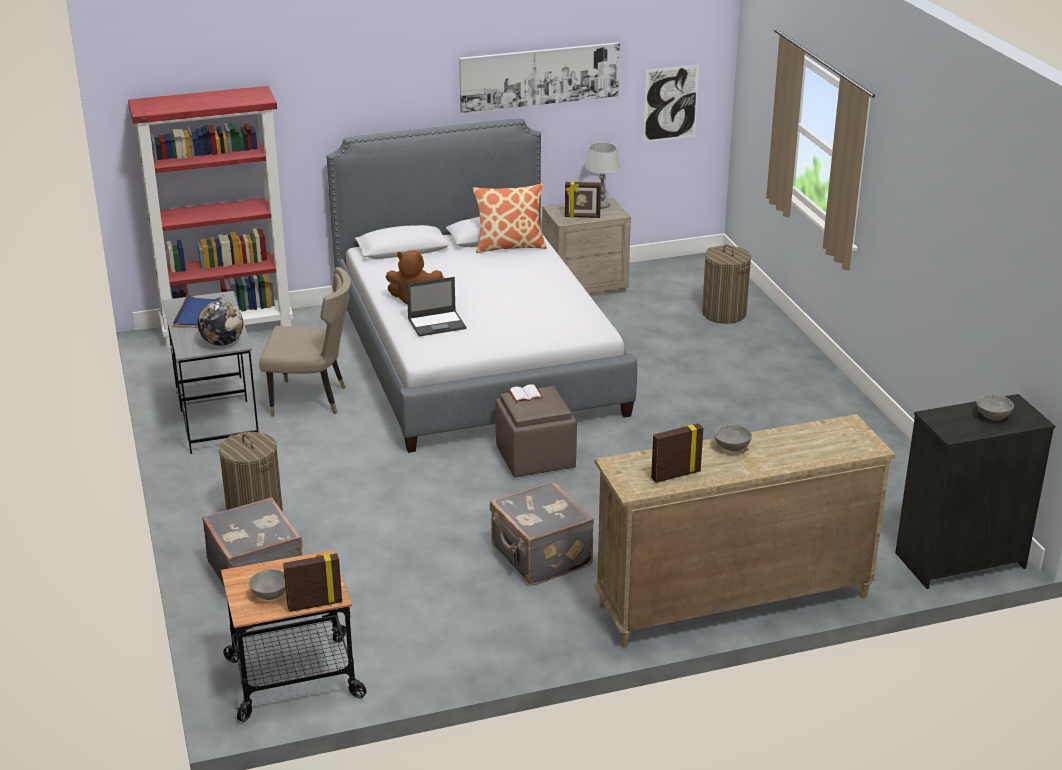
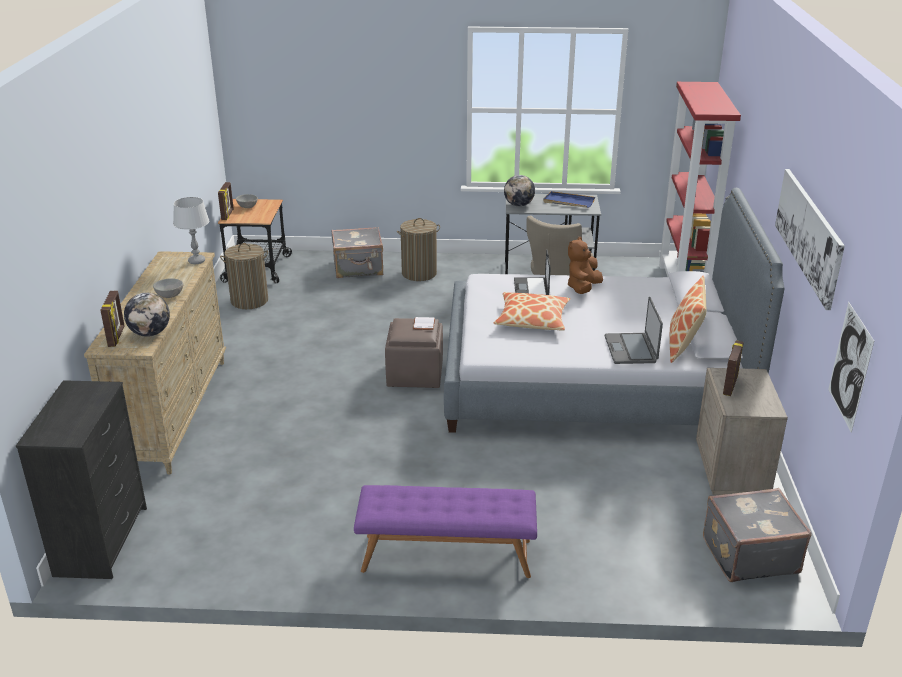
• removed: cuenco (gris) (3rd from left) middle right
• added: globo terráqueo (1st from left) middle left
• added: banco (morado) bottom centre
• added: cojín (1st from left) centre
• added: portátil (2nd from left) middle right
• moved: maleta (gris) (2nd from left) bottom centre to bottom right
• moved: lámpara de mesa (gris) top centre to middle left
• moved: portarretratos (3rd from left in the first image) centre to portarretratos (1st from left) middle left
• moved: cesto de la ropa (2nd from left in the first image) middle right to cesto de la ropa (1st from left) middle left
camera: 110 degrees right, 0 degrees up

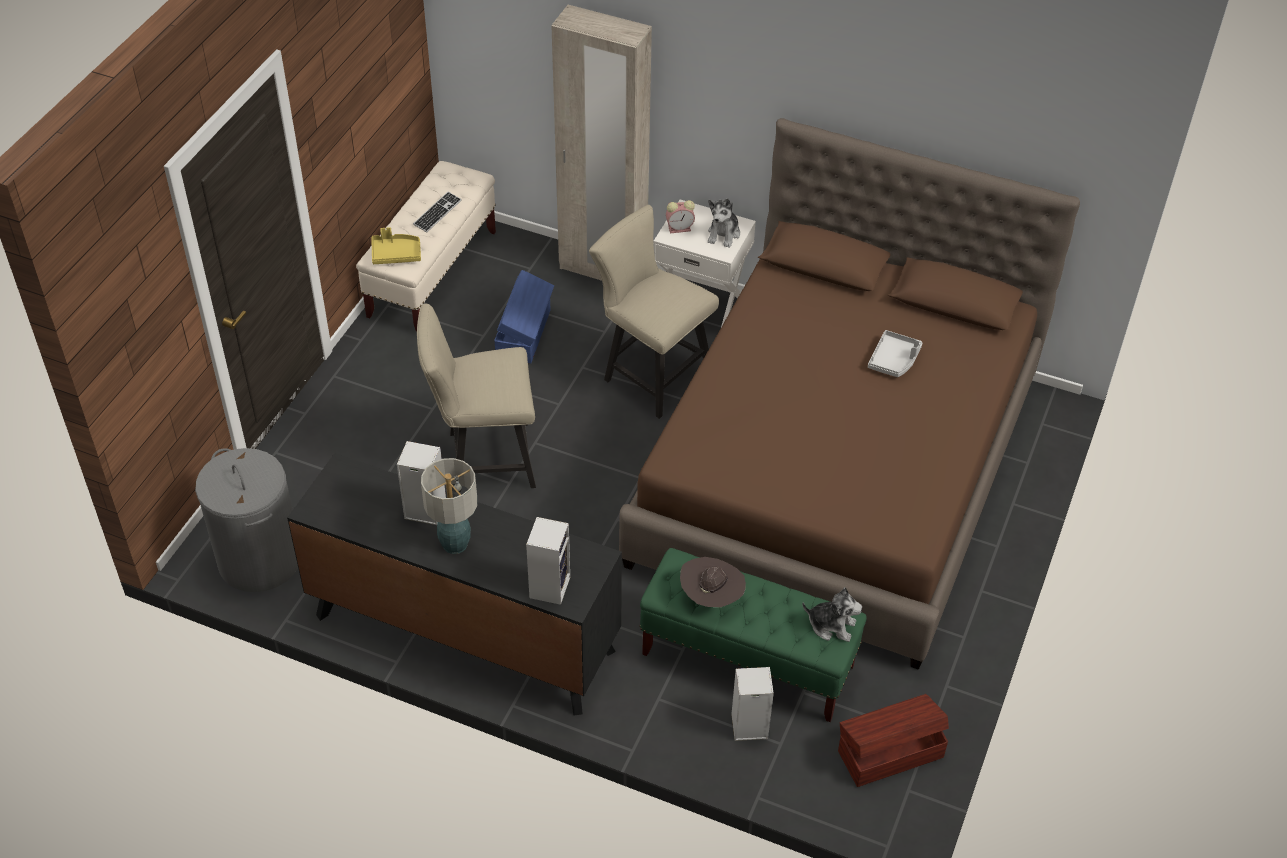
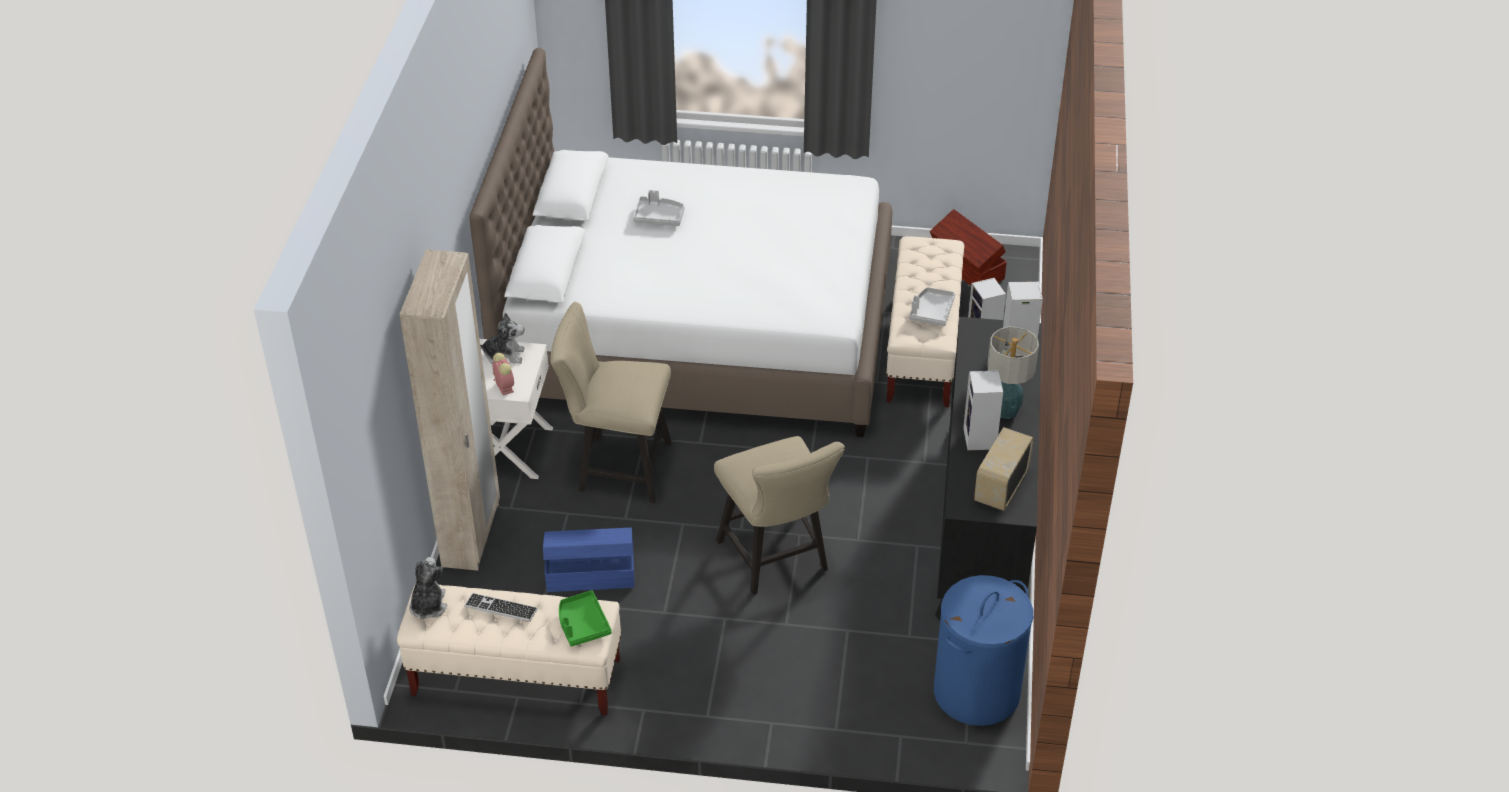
• added: radio centre
• moved: peluche (2nd from left in the first image) bottom centre to peluche (1st from left) bottom left
• replaced: sombrero (marrón) bottom centre to bandeja (gris) (2nd from left) centre
• recoloured: cesto de la ropa (gris) middle left to cesto de la ropa (azul) bottom centre
• recoloured: bandeja (amarillo) top left to bandeja (verde) bottom centre
• recoloured: cama (marrón) centre to cama (blanco) top centre
• recoloured: banco (verde) bottom centre to banco (beis) (2nd from left) centre
• turned: silla (beis) (2nd from left in the first image) centre = centre 75 degrees clockwise
camera: 105 degrees left, 5 degrees down

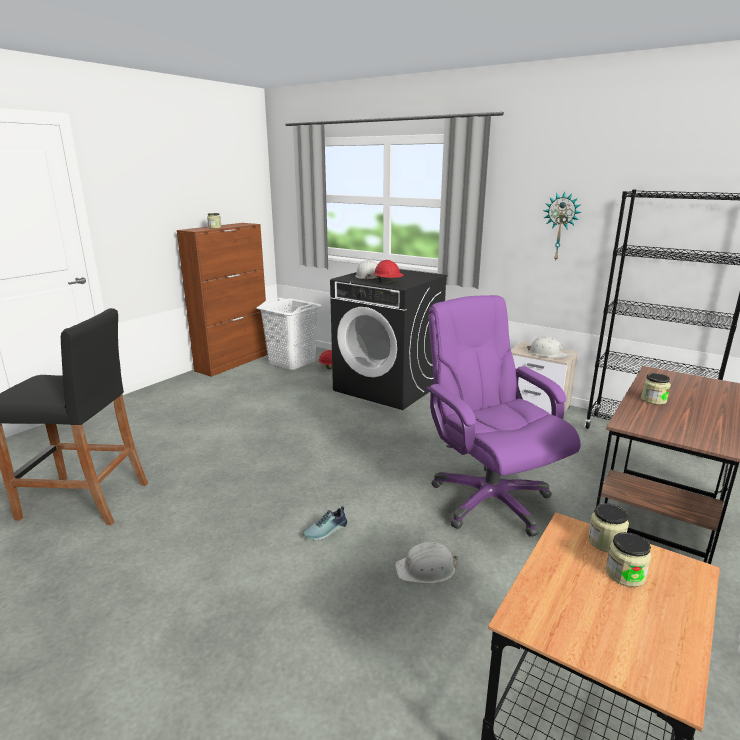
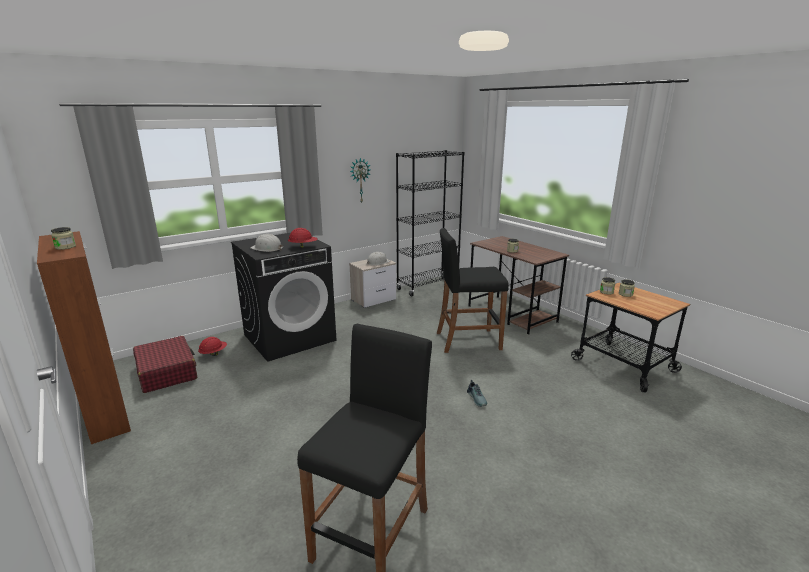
• removed: casco (blanco) (2nd from left) bottom centre
• replaced: cesto de la ropa (blanco) centre to maleta (rojo) middle left
• replaced: silla de oficina (morado) middle right to taburete (negro) (2nd from left) centre
camera: 70 degrees left, 0 degrees up

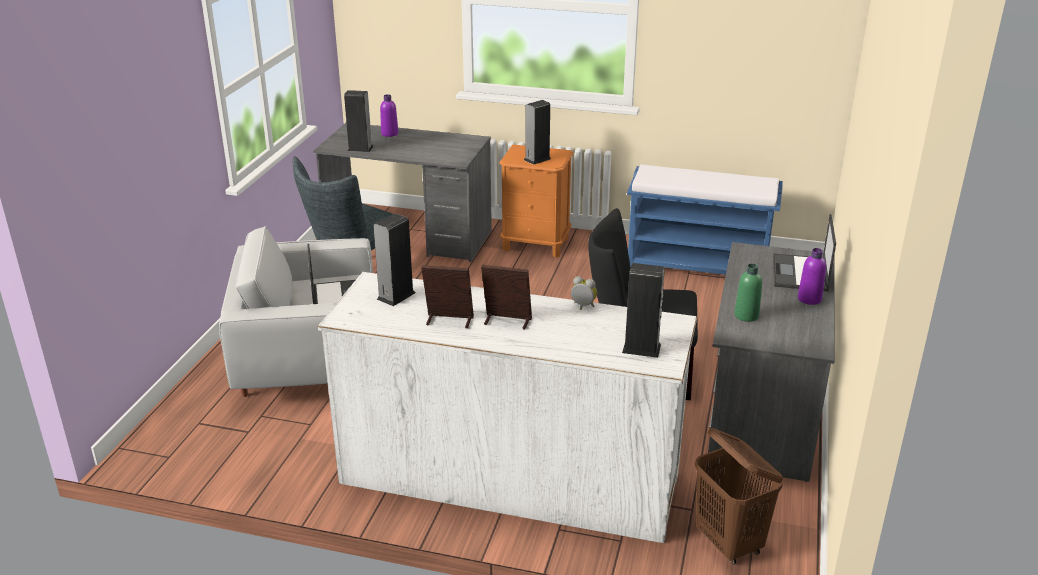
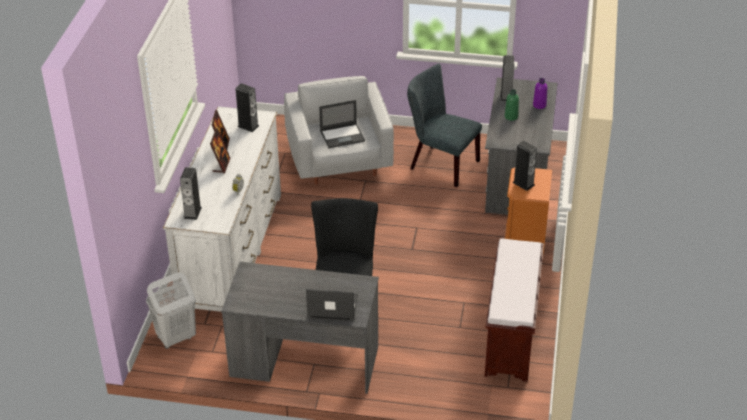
• removed: botella (morado) (2nd from left) middle right
• moved: botella (verde) middle right to top right
• recoloured: banco (azul) middle right to banco (marrón) bottom right
• recoloured: cesto de la ropa (marrón) bottom right to cesto de la ropa (blanco) bottom left
camera: 85 degrees right, 10 degrees up

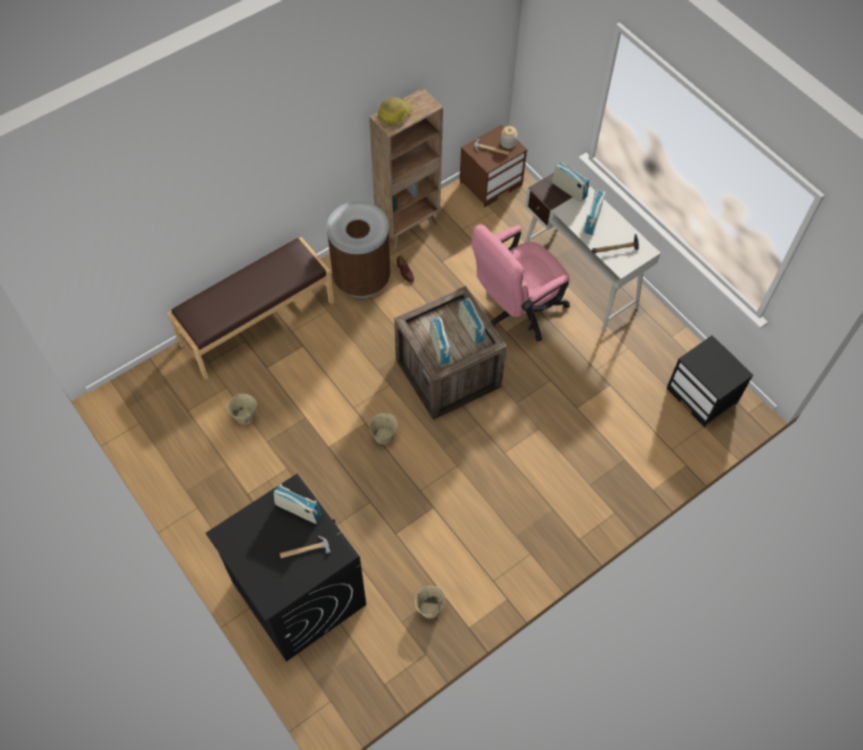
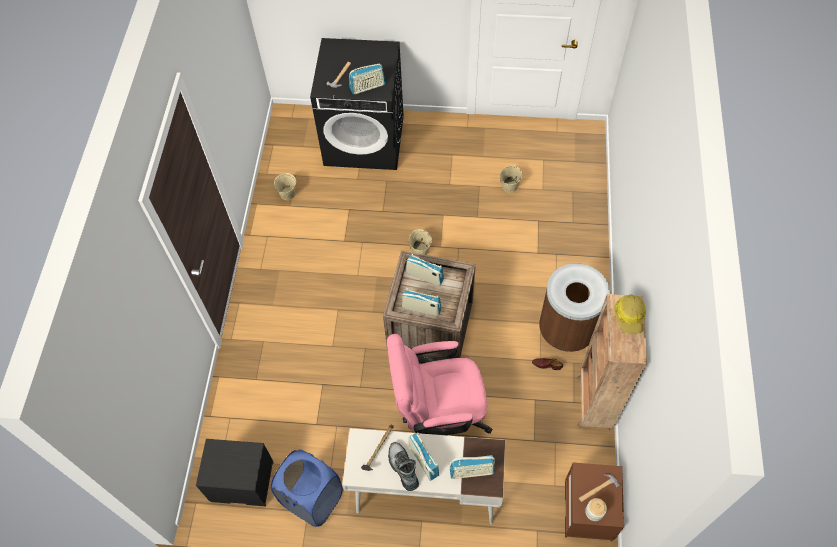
• removed: banco (marrón) middle left
• added: cesto de la ropa (azul) bottom centre
• added: bota bottom centre
• turned: silla de oficina (rosa) centre = bottom centre 105 degrees counterclockwise
camera: 135 degrees right, 0 degrees up

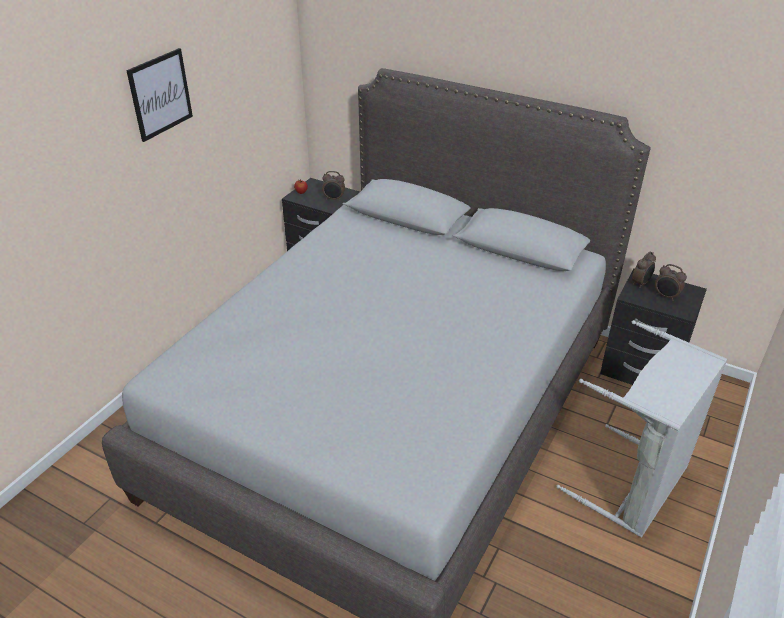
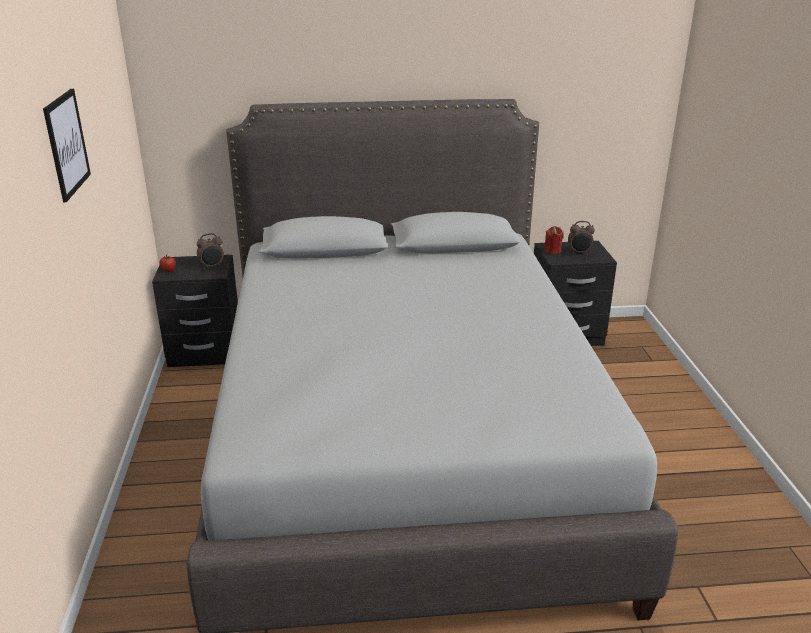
• removed: cesto de la ropa (gris) bottom right
• replaced: despertador (2nd from left) middle right to vela (rojo) middle right
camera: 35 degrees left, 10 degrees down

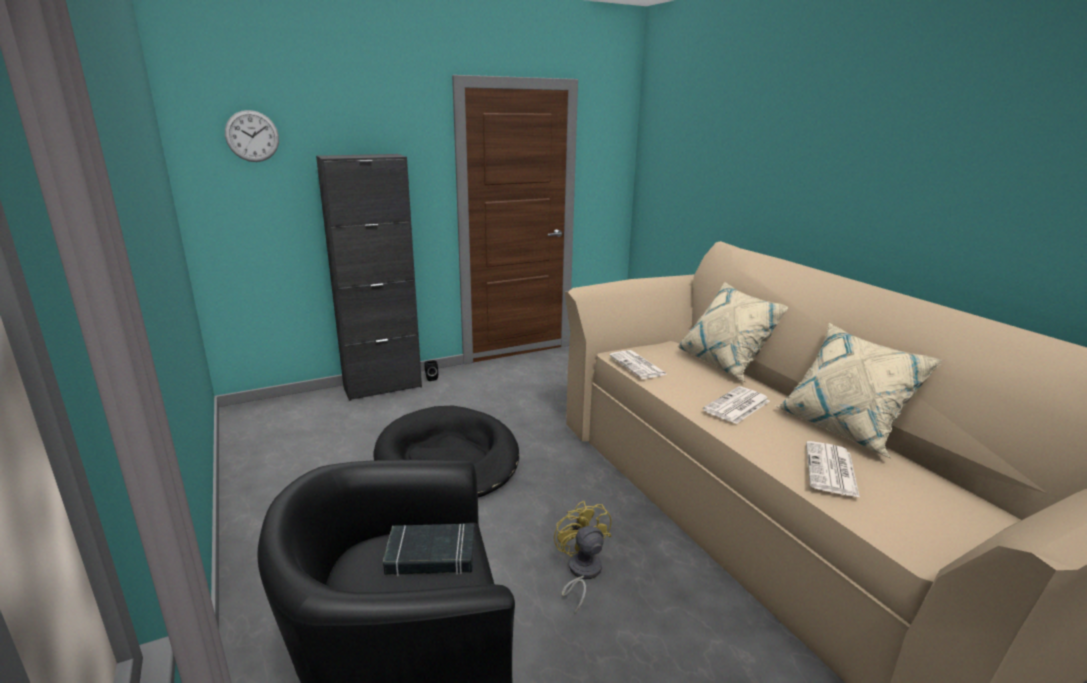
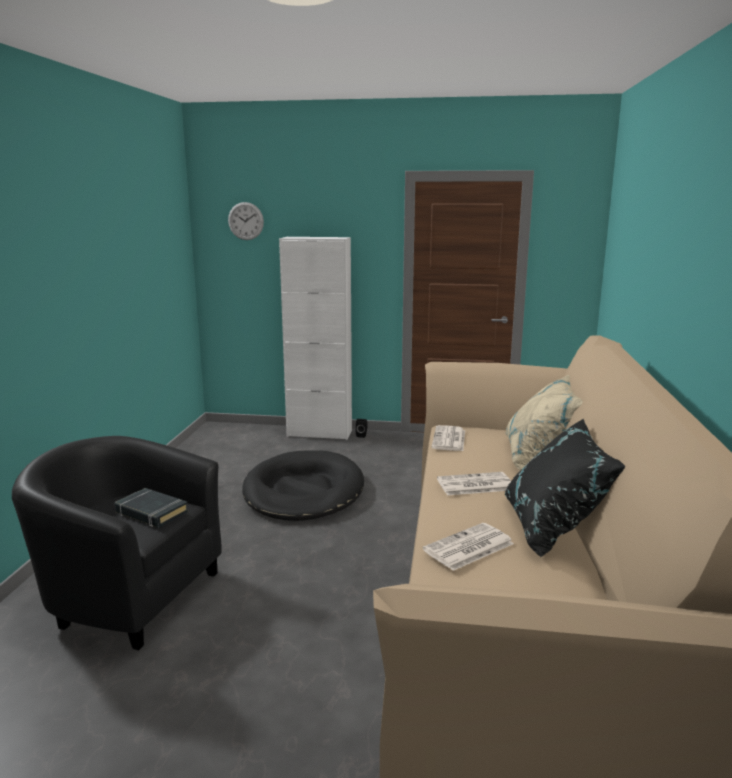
• removed: ventilador (amarillo) bottom centre
• recoloured: armario (negro) centre to armario (blanco) centre
• recoloured: cojín (beis) (2nd from left) middle right to cojín (negro) middle right
camera: 35 degrees right, 5 degrees down

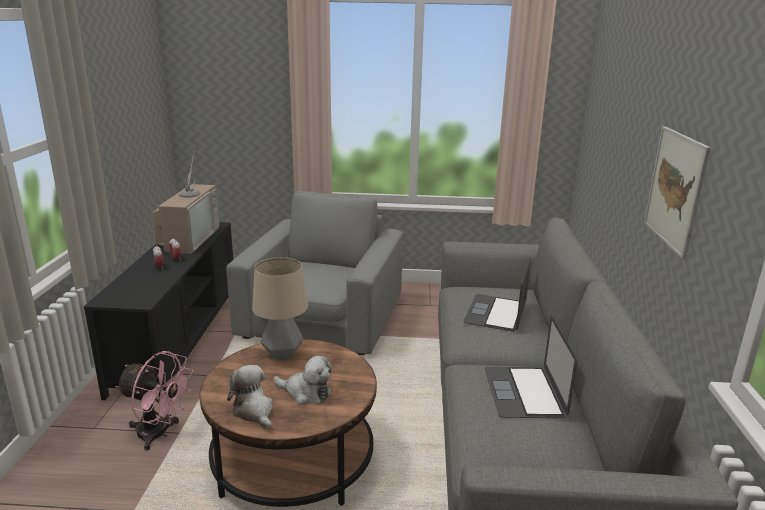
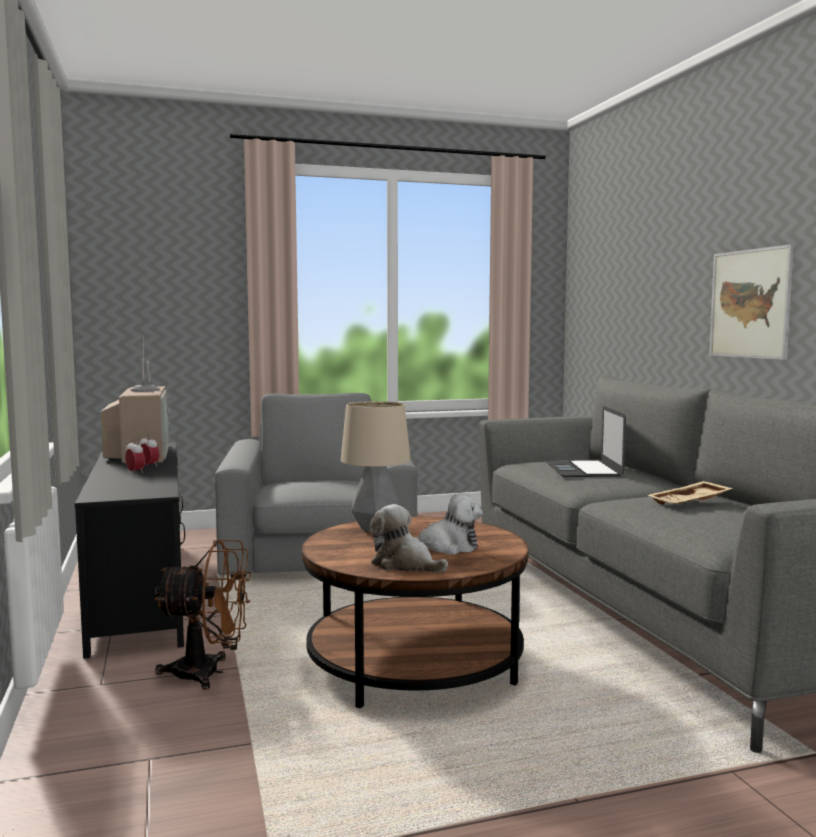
• replaced: portátil (2nd from left) bottom right to bandeja (beis) middle right
• recoloured: ventilador (rosa) bottom left to ventilador (marrón) bottom left
camera: 20 degrees left, 15 degrees down

